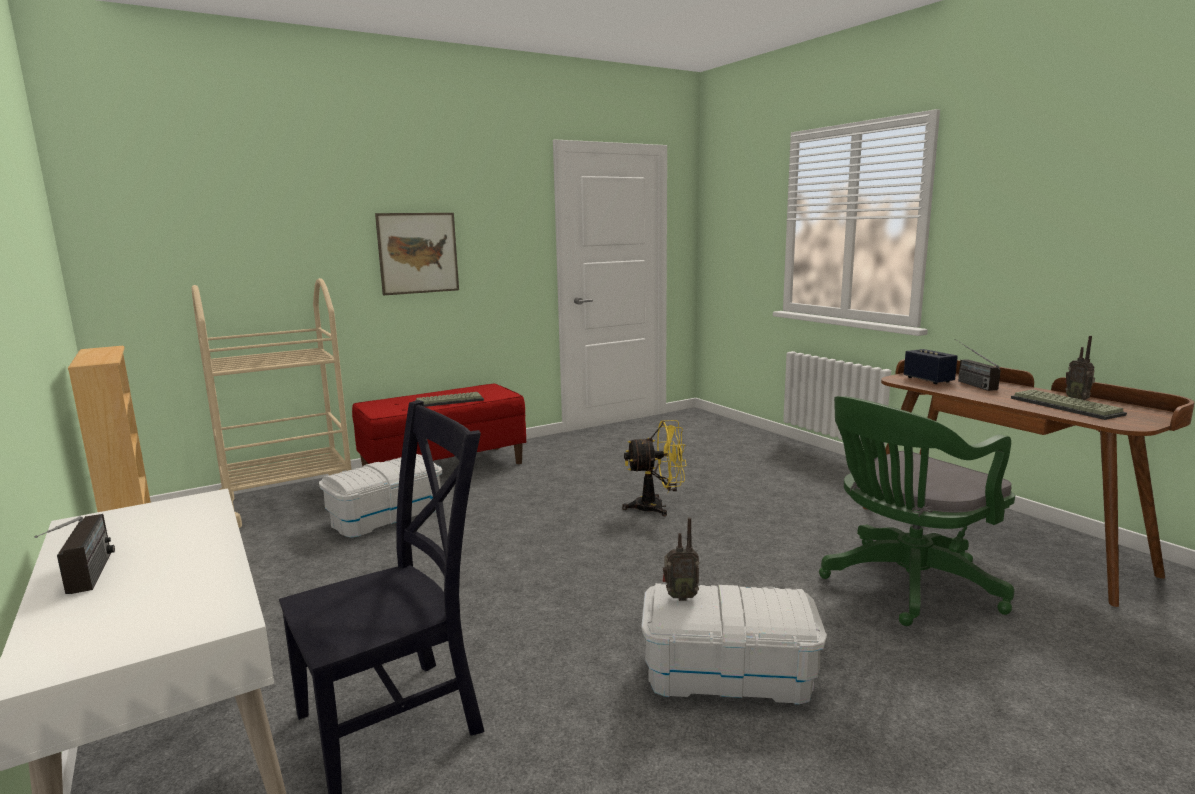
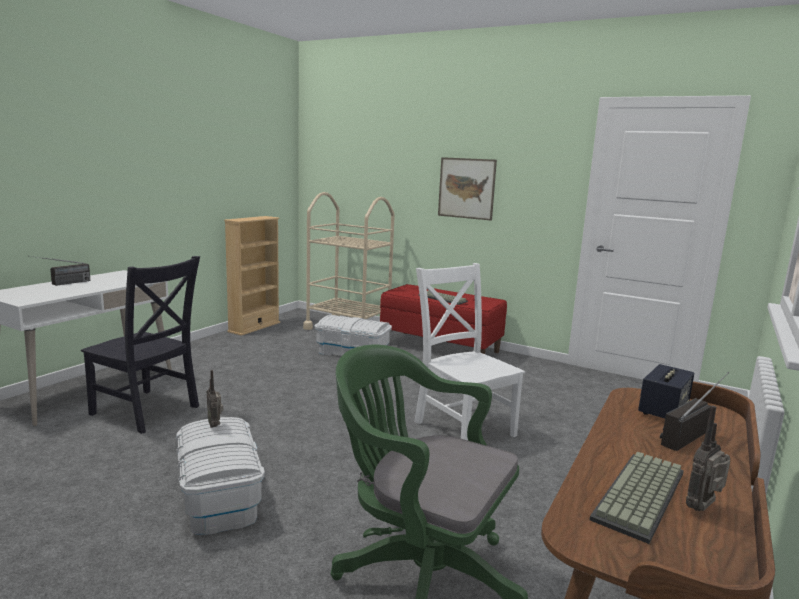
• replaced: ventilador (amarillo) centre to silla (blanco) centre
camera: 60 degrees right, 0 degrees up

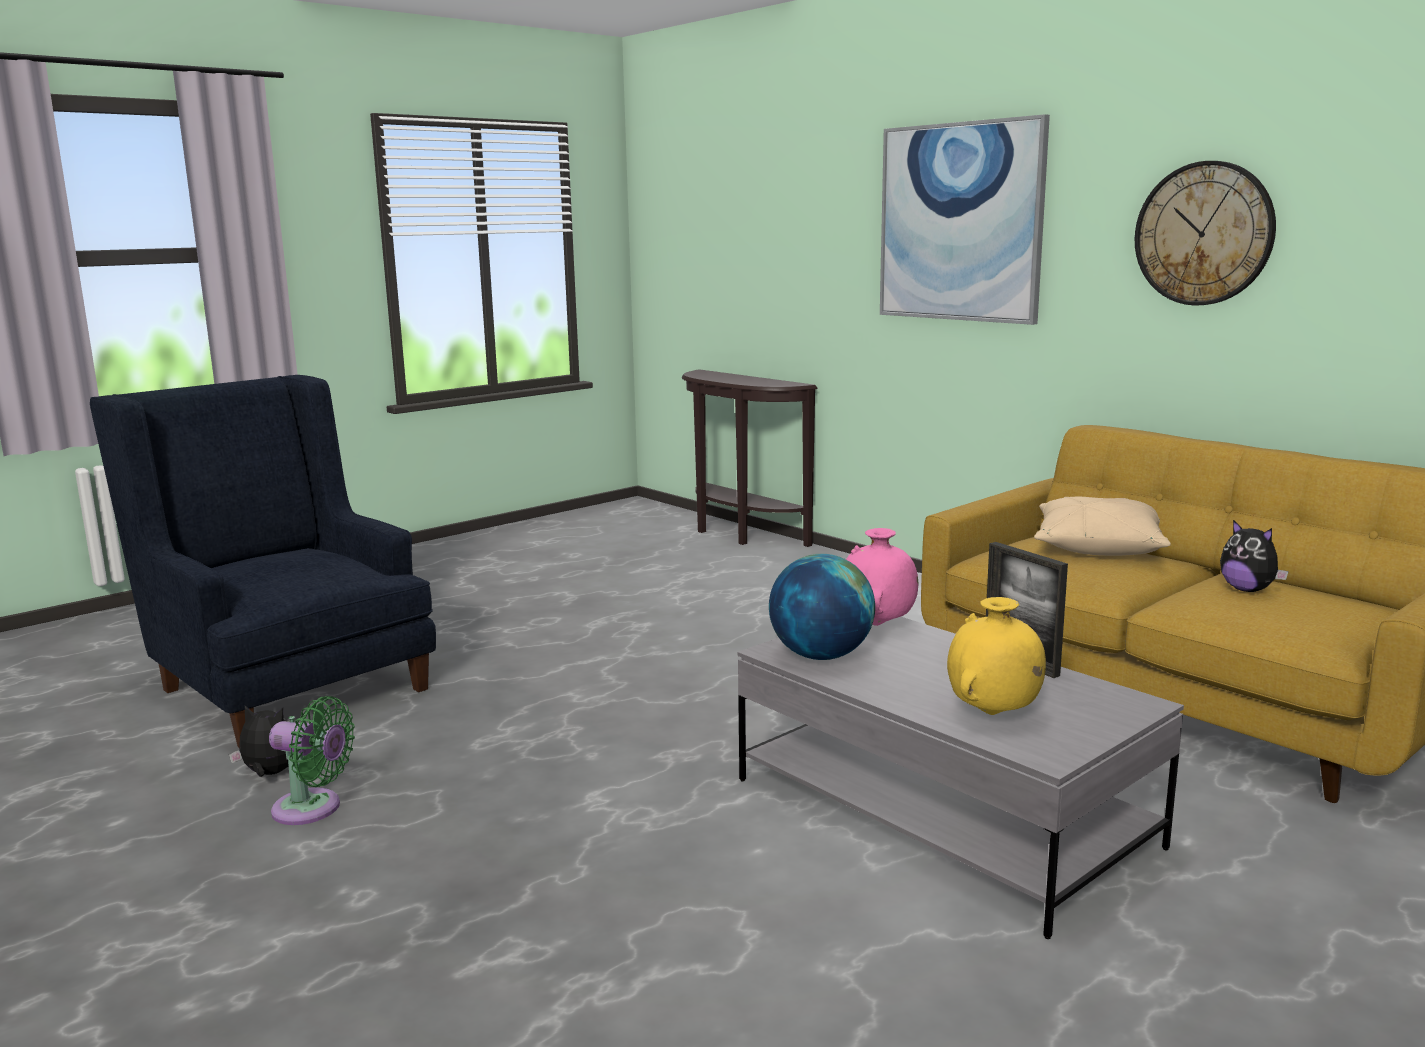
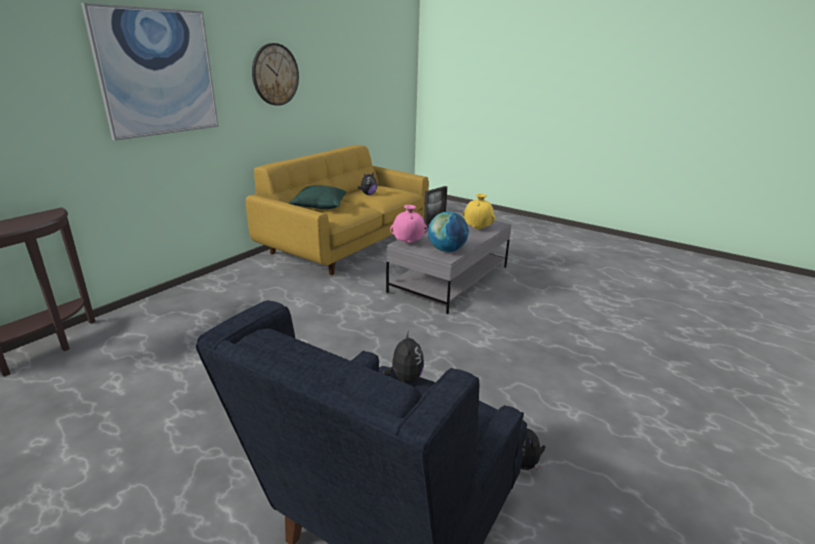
• removed: ventilador (verde) bottom left
• added: peluche (2nd from left) centre
• recoloured: cojín (beis) middle right to cojín (verde) centre
camera: 105 degrees left, 10 degrees up

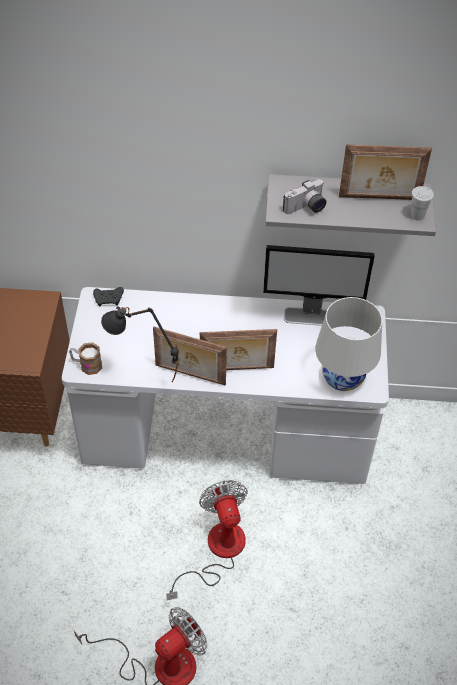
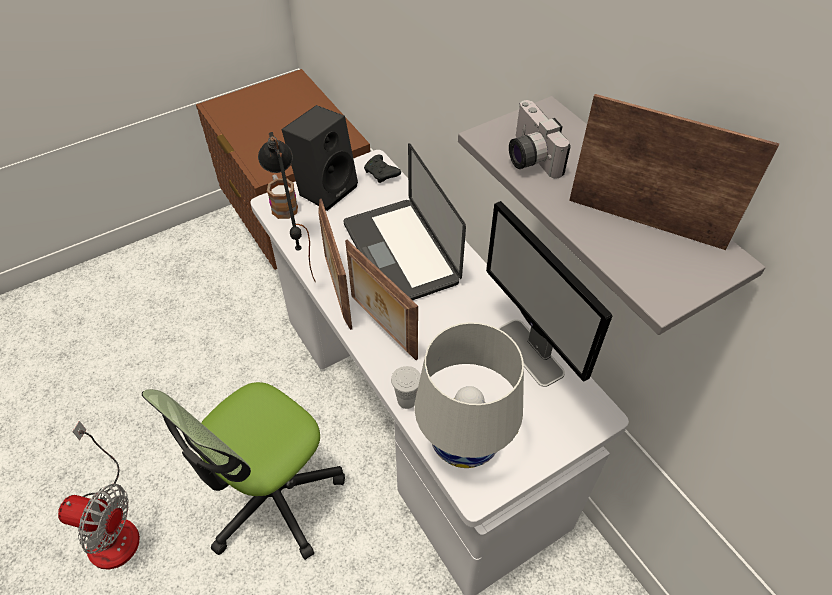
• added: altavoz (negro) top centre
• added: portátil centre
• moved: taza (blanco) top right to centre
• replaced: ventilador (2nd from left) bottom centre to silla de oficina bottom left
• turned: cámara top centre = top centre 45 degrees clockwise
• turned: portarretratos (3rd from left) top right = top right 150 degrees clockwise
camera: 55 degrees right, 0 degrees up

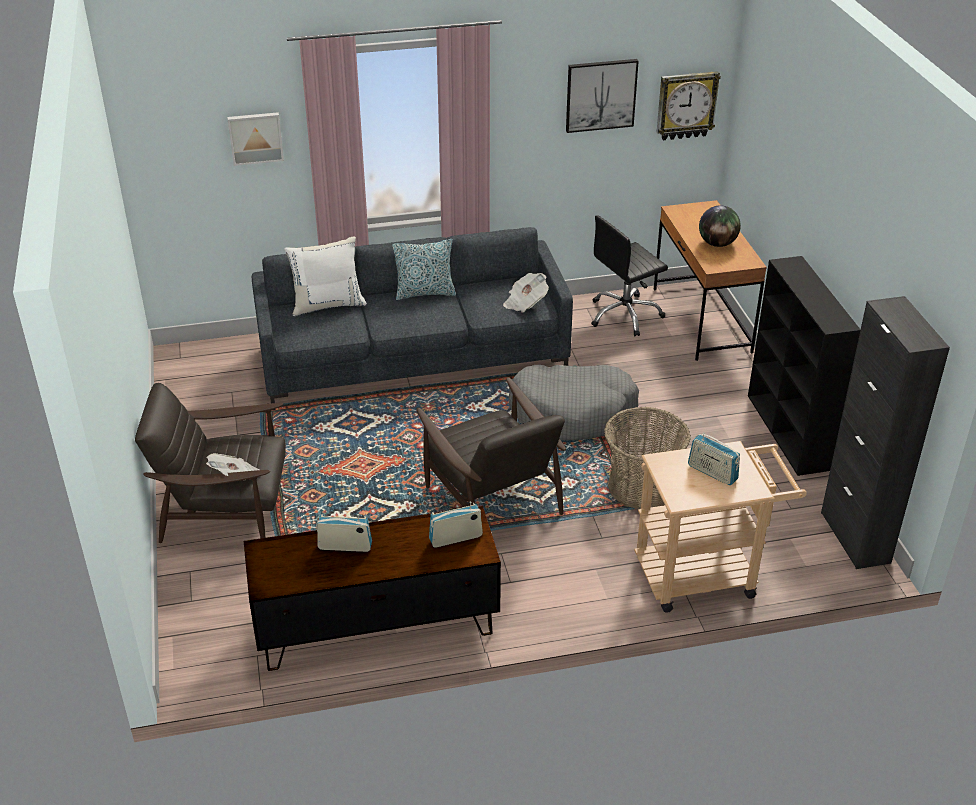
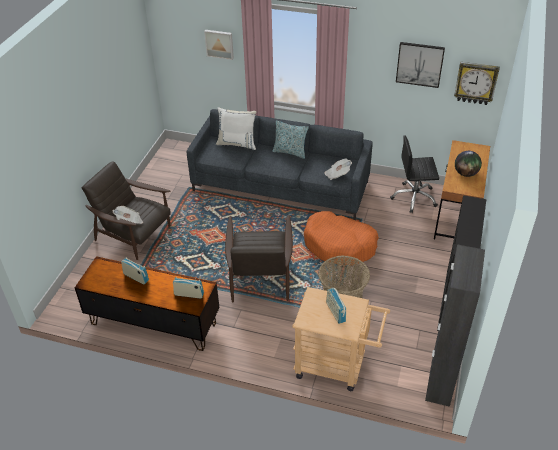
• recoloured: cama para perro (gris) centre to cama para perro (naranja) centre
camera: 30 degrees right, 5 degrees up

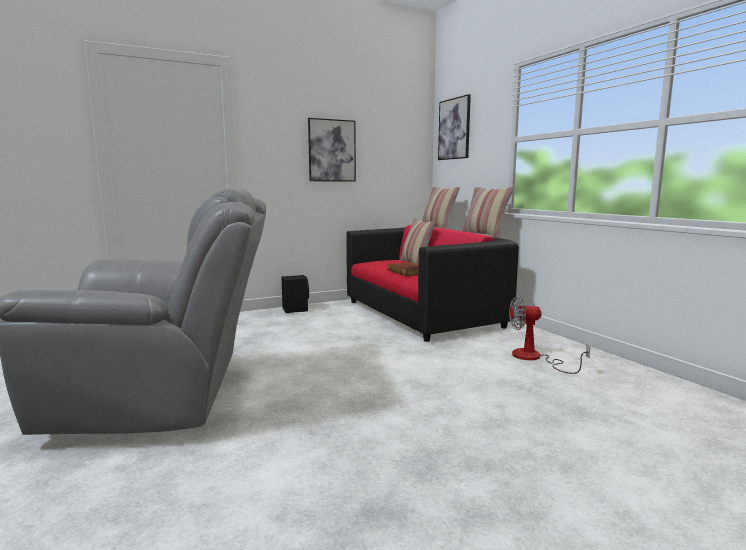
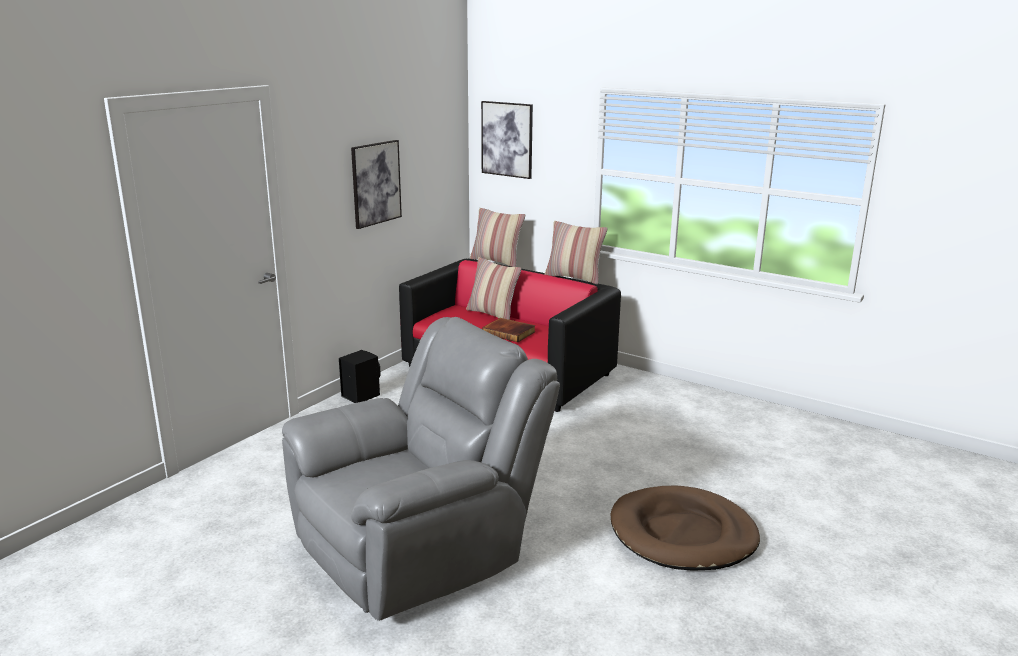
• removed: ventilador middle right
• added: cama para perro (marrón) bottom right
camera: 30 degrees left, 10 degrees up

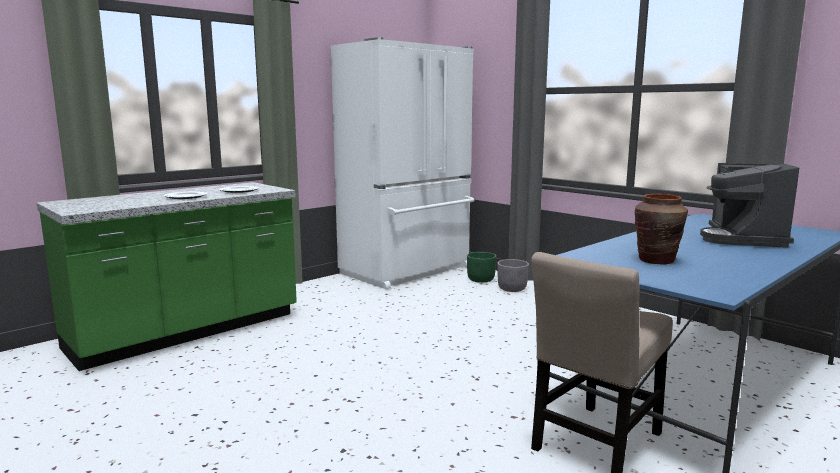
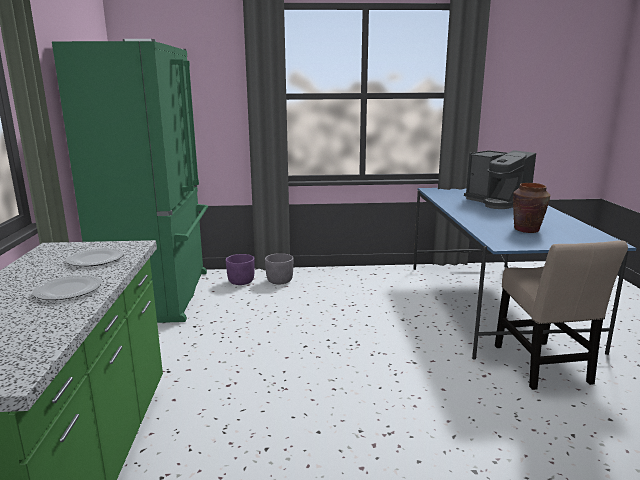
• recoloured: nevera (blanco) centre to nevera (verde) middle left
• recoloured: maceta (verde) centre to maceta (morado) centre
camera: 50 degrees left, 5 degrees up

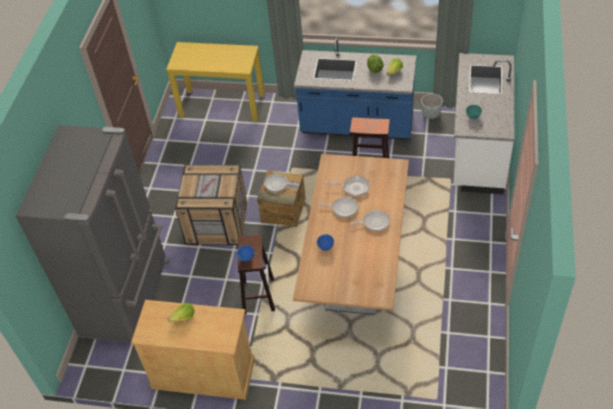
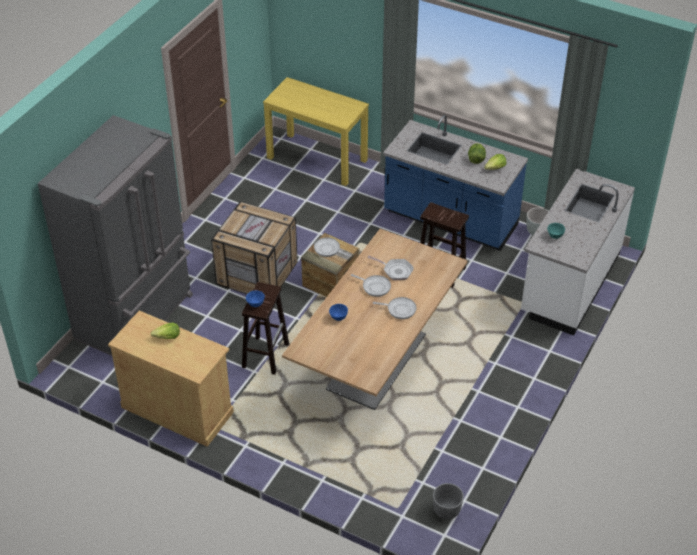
• added: maceta (gris) (1st from left) bottom centre
camera: 15 degrees right, 5 degrees down

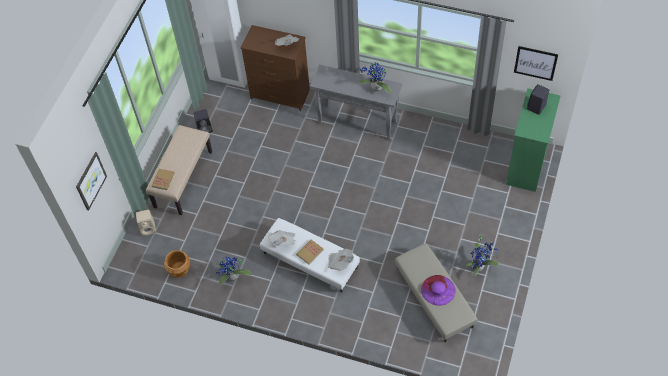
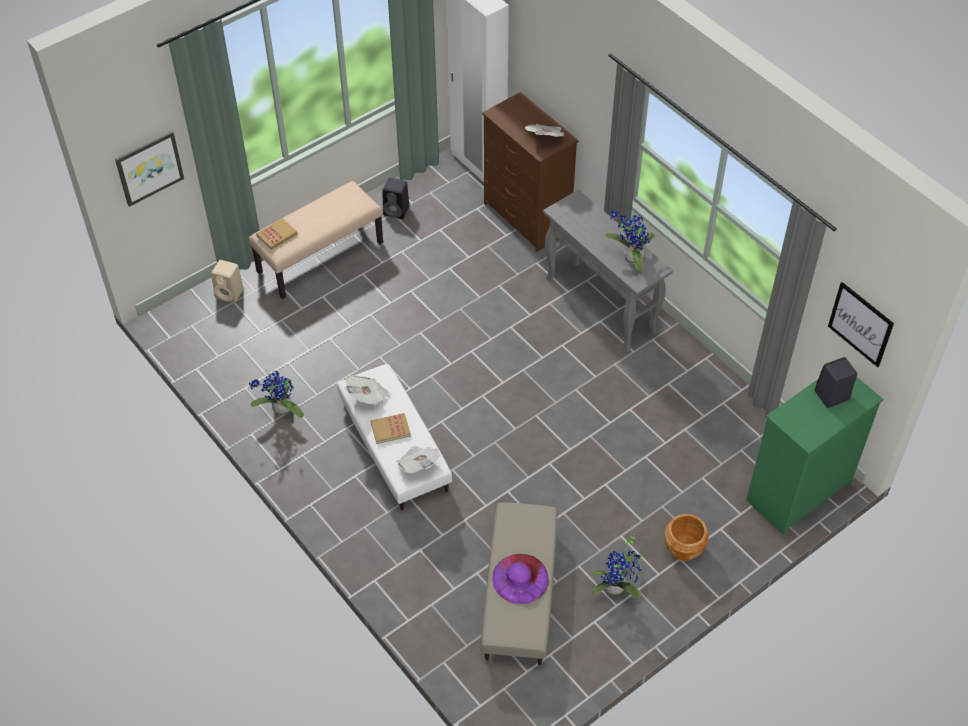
• moved: maceta (marrón) bottom left to bottom right
camera: 30 degrees right, 5 degrees down

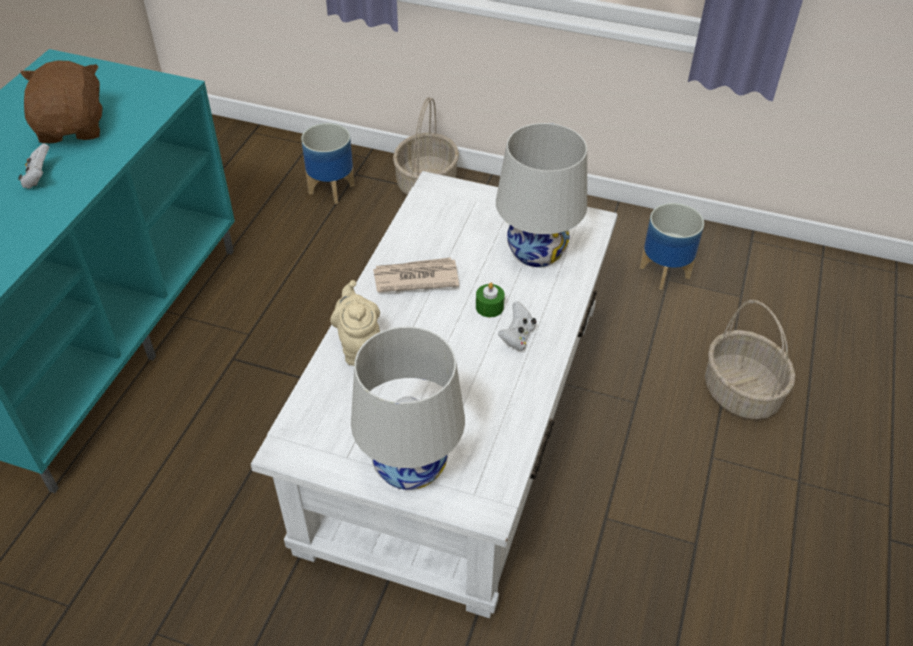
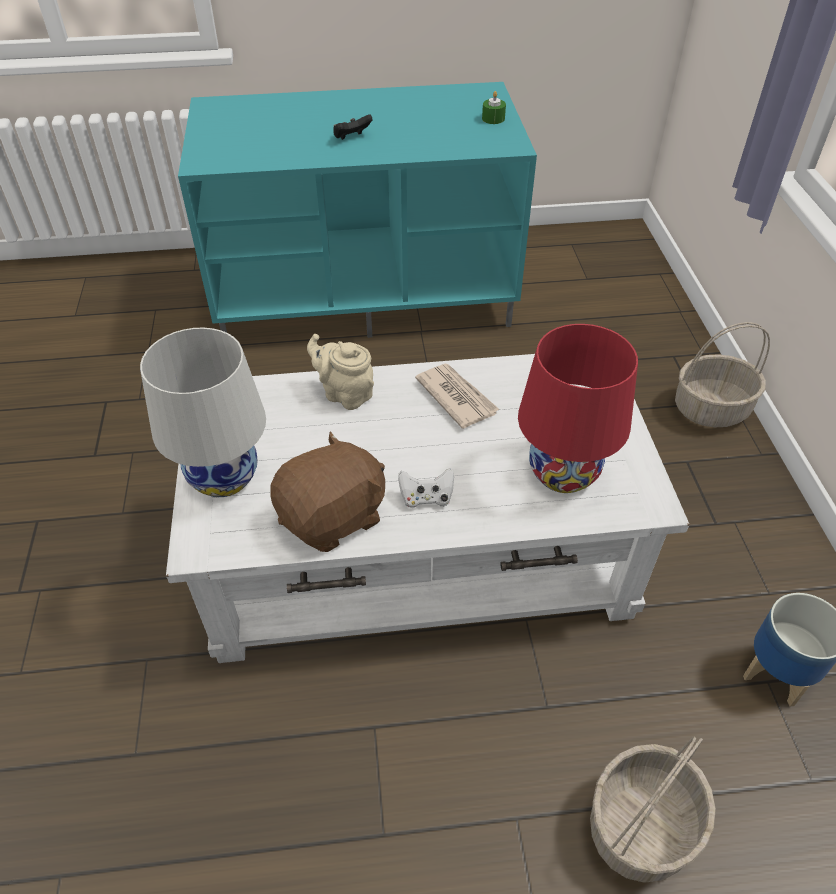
• removed: maceta (1st from left) top centre
• moved: peluche (marrón) top left to centre
• moved: vela (verde) centre to top centre
• recoloured: mando de consola (blanco) (1st from left) top left to mando de consola (negro) top centre
• recoloured: lámpara de mesa (blanco) (2nd from left) top centre to lámpara de mesa (rojo) middle right
• turned: tetera (beis) centre = centre 105 degrees counterclockwise
camera: 65 degrees right, 0 degrees up

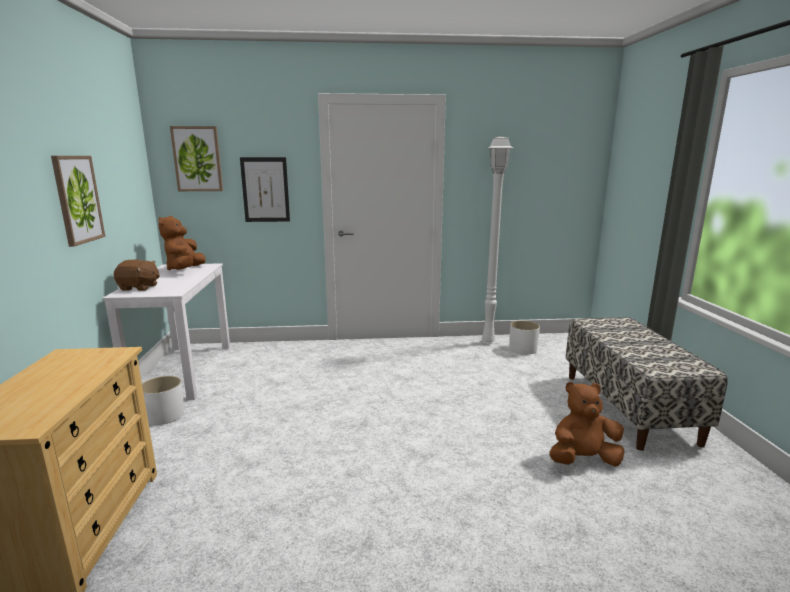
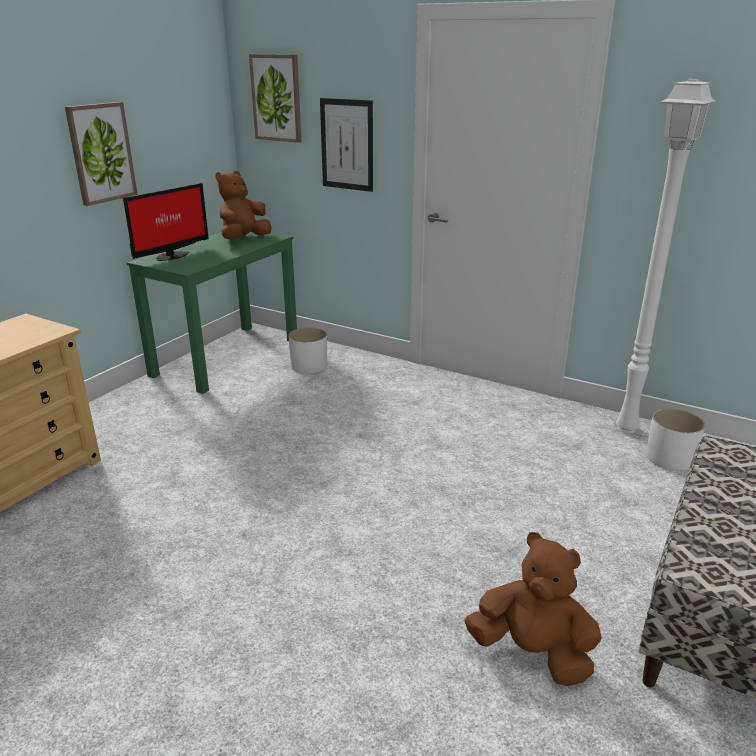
• moved: maceta (blanco) (1st from left) bottom left to centre
• replaced: peluche (marrón) (1st from left) middle left to monitor top left
• recoloured: escritorio (blanco) middle left to escritorio (verde) middle left
camera: 35 degrees right, 10 degrees up

